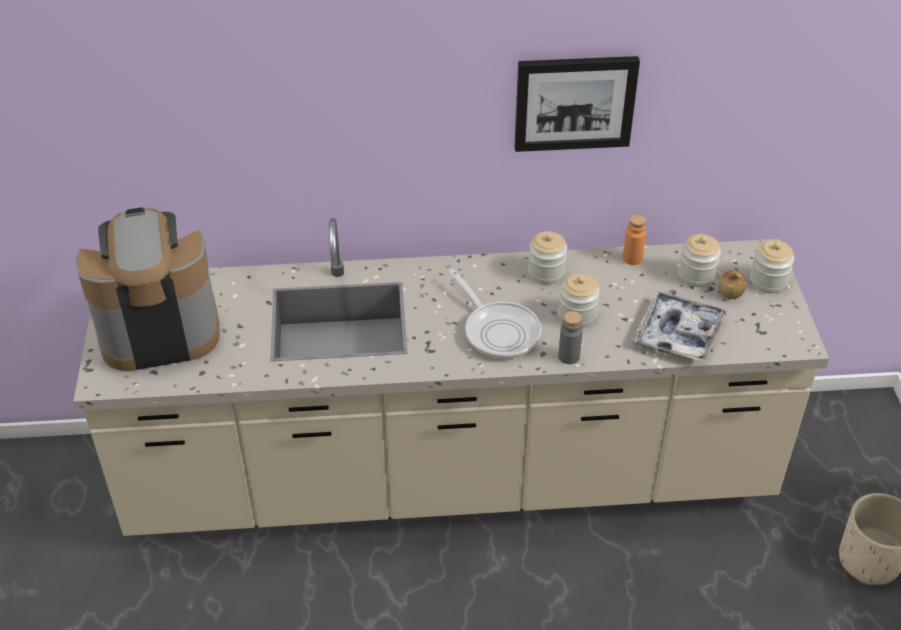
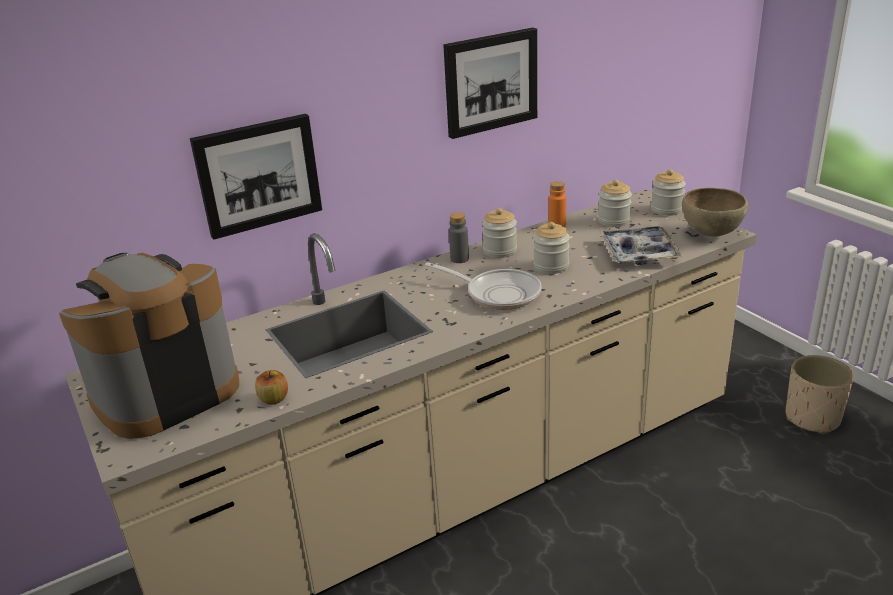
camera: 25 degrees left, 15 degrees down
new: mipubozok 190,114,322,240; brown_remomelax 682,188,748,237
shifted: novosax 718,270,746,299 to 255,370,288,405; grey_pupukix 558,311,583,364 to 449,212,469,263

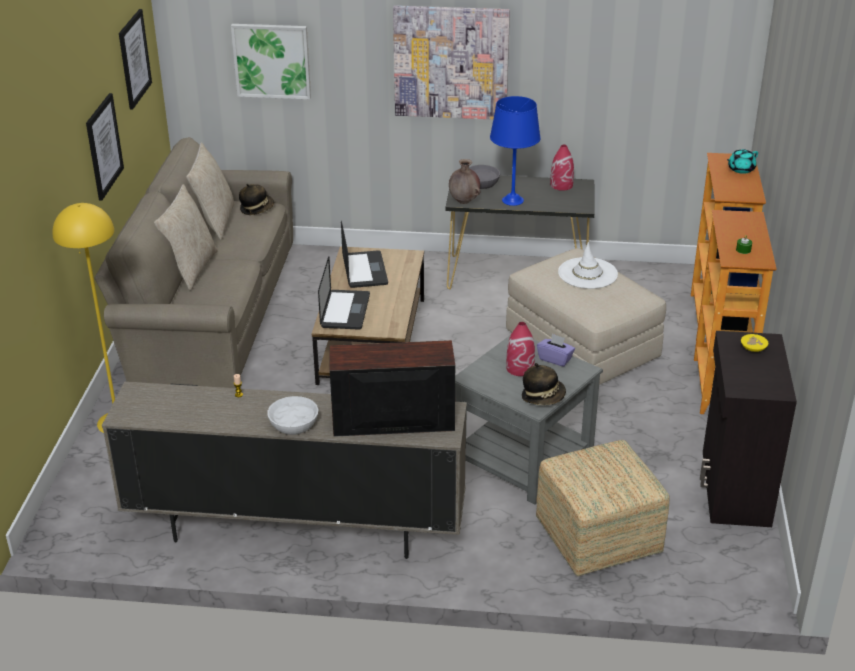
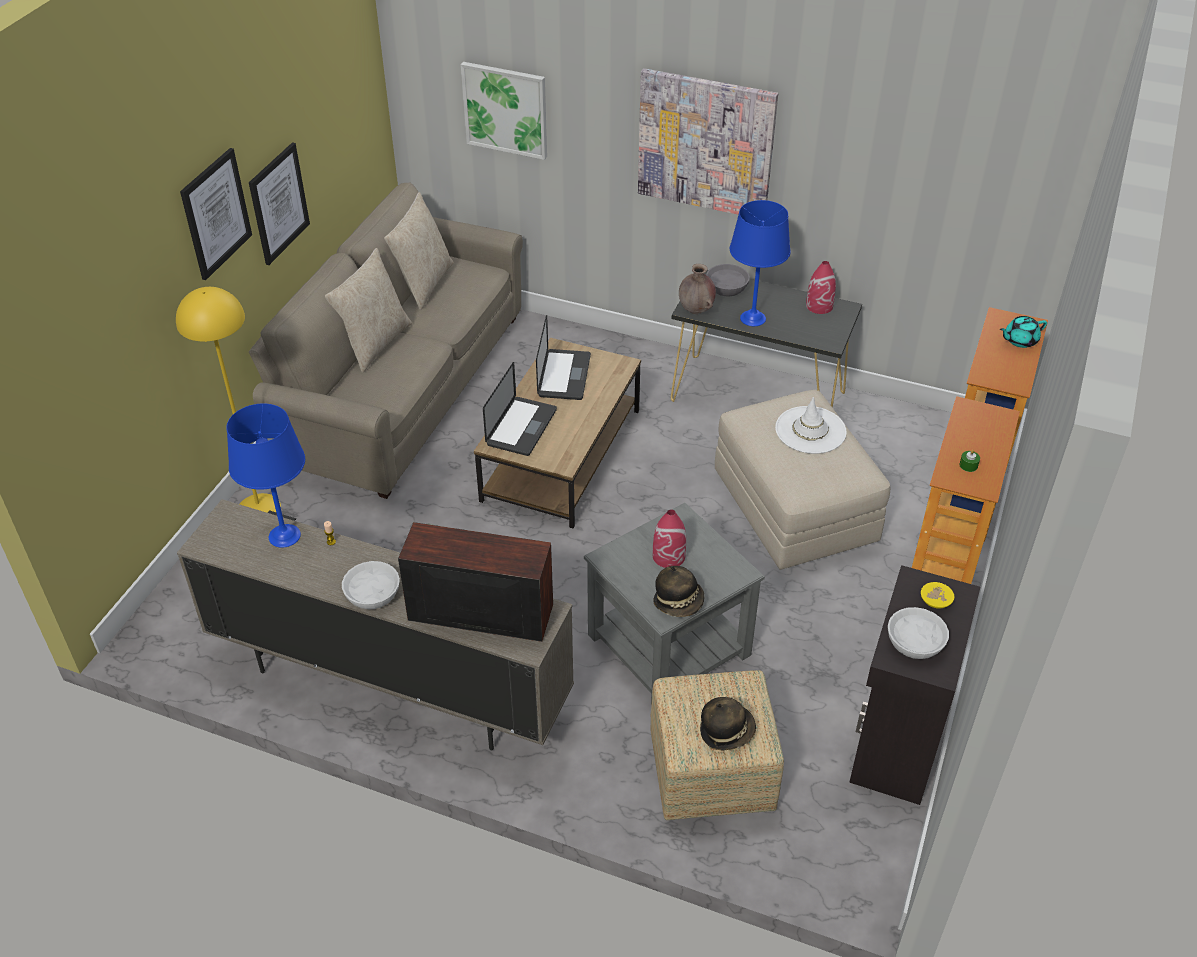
camera: 15 degrees right, 10 degrees up
gone: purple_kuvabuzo 537,334,575,367
new: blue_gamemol 226,403,305,548; white_remomelax 888,607,949,659
shifted: mipubozok 119,9,152,110 to 180,148,252,280; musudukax 239,184,274,215 to 700,697,756,750

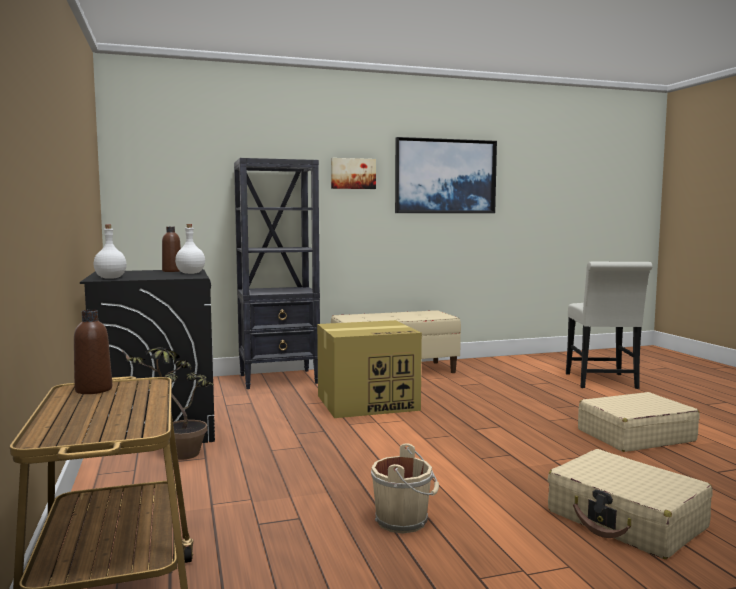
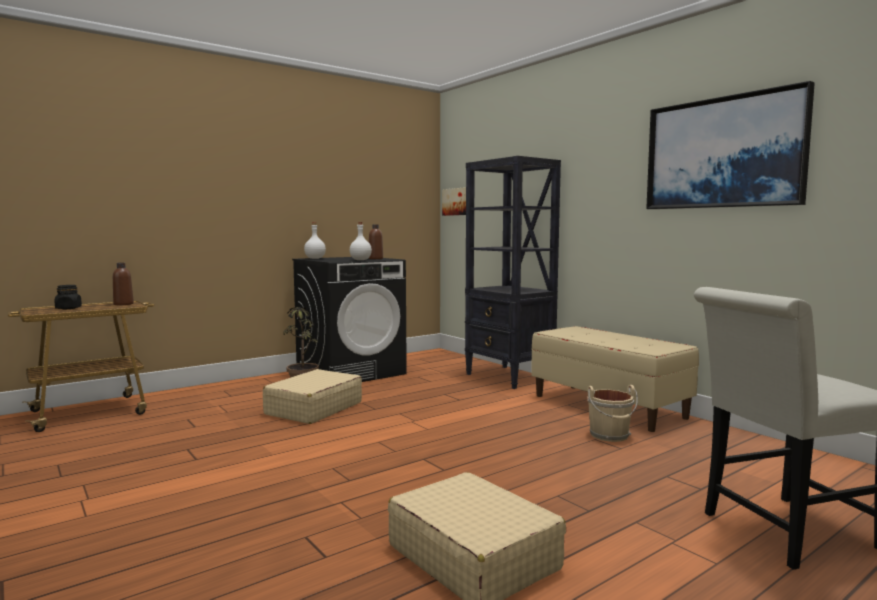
camera: 70 degrees right, 0 degrees up
gone: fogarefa 317,320,422,418
new: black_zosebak 54,285,82,309
shifted: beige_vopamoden 548,449,713,559 to 263,369,362,424; mipubozok 331,158,376,189 to 442,187,466,216; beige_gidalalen 371,443,439,533 to 587,385,638,442

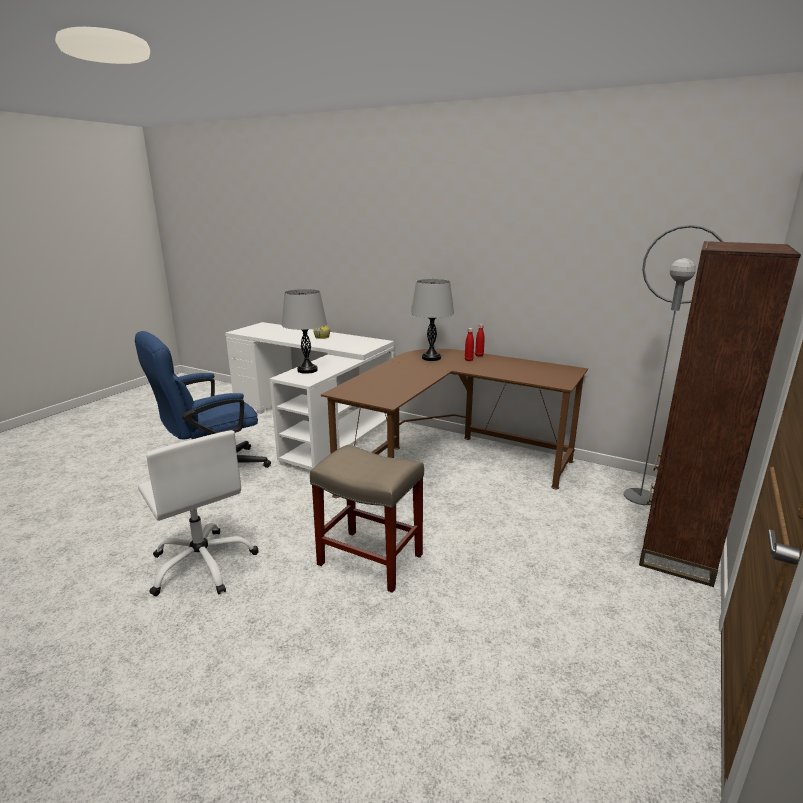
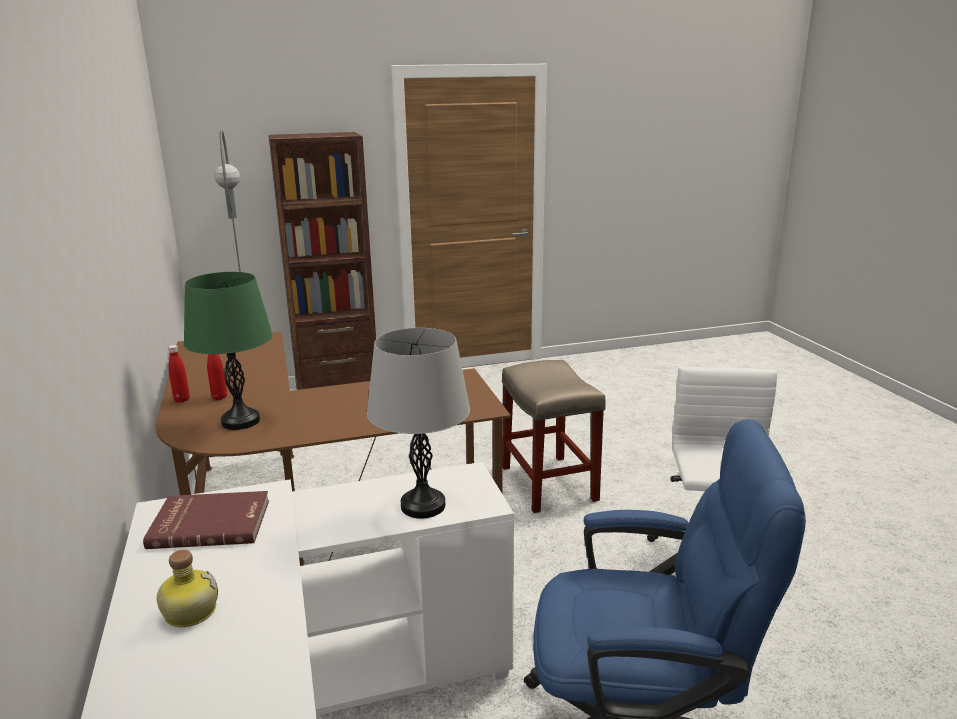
camera: 135 degrees left, 0 degrees up
new: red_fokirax 143,491,269,549
repainted: grey_gamemol 411,279,454,361 to green_gamemol 184,272,273,430

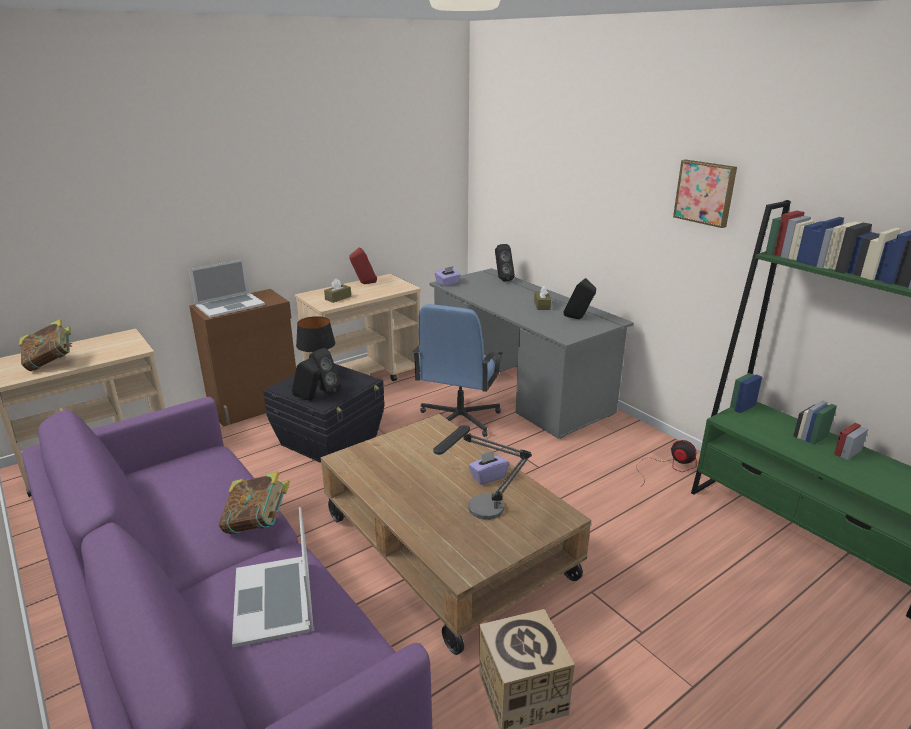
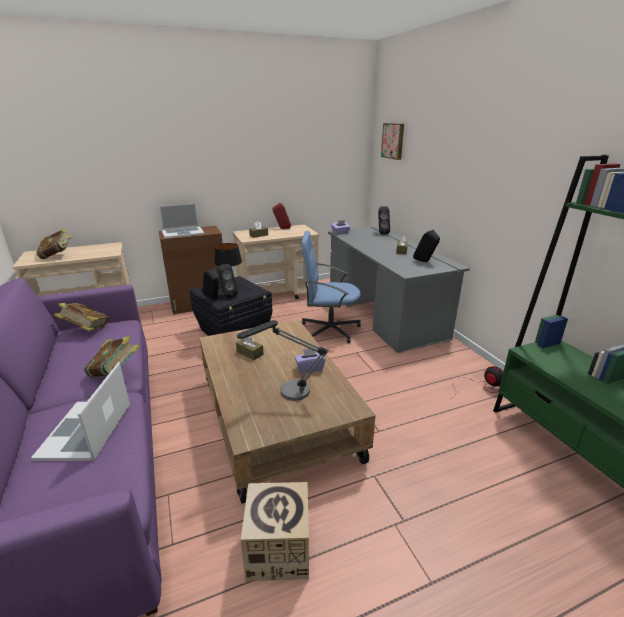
camera: 15 degrees right, 0 degrees up
new: fokirax 54,303,109,331; brown_kuvabuzo 236,337,264,360
shifted: mipubozok 673,160,737,228 to 381,123,404,160
rotated: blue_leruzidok 413,304,503,437 = 302,231,361,343 60 degrees clockwise

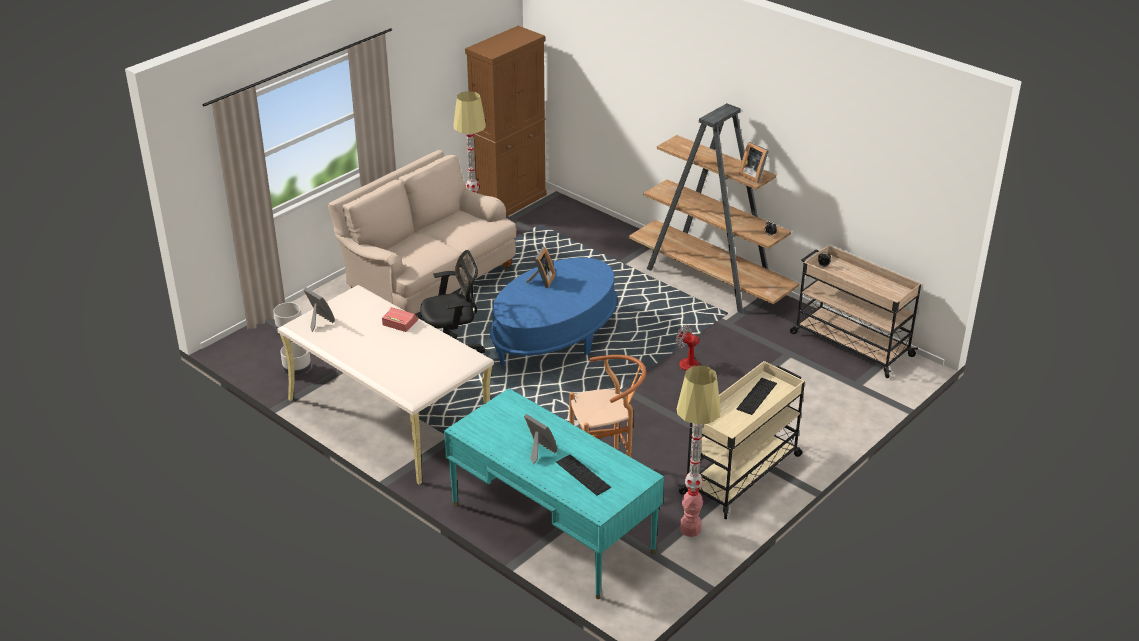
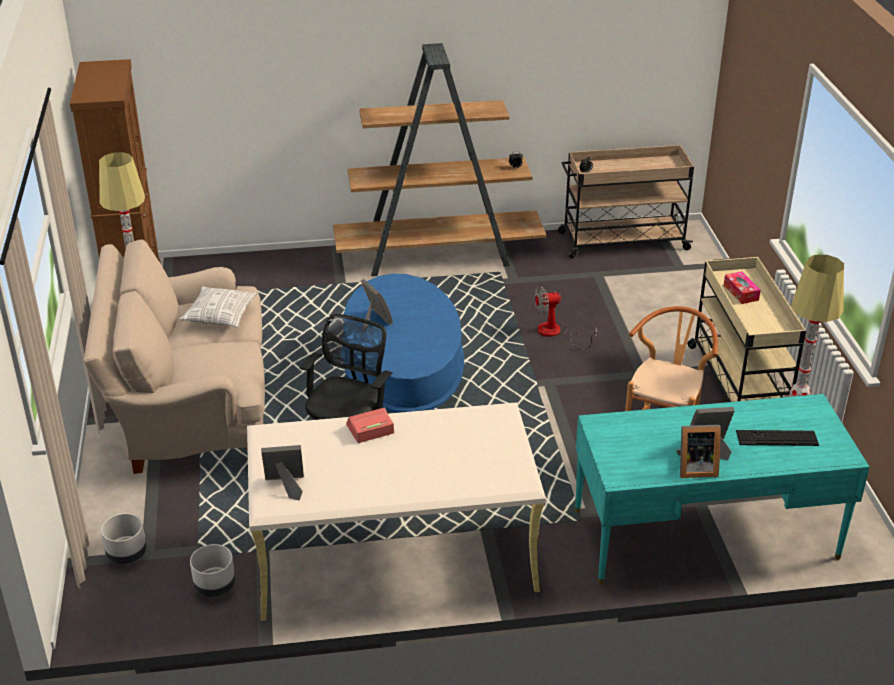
camera: 50 degrees left, 0 degrees up
new: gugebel 179,287,258,327
shifted: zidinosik 739,142,769,183 to 676,425,721,478
swapped: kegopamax 736,378,777,415 to kuvabuzo 724,271,761,304

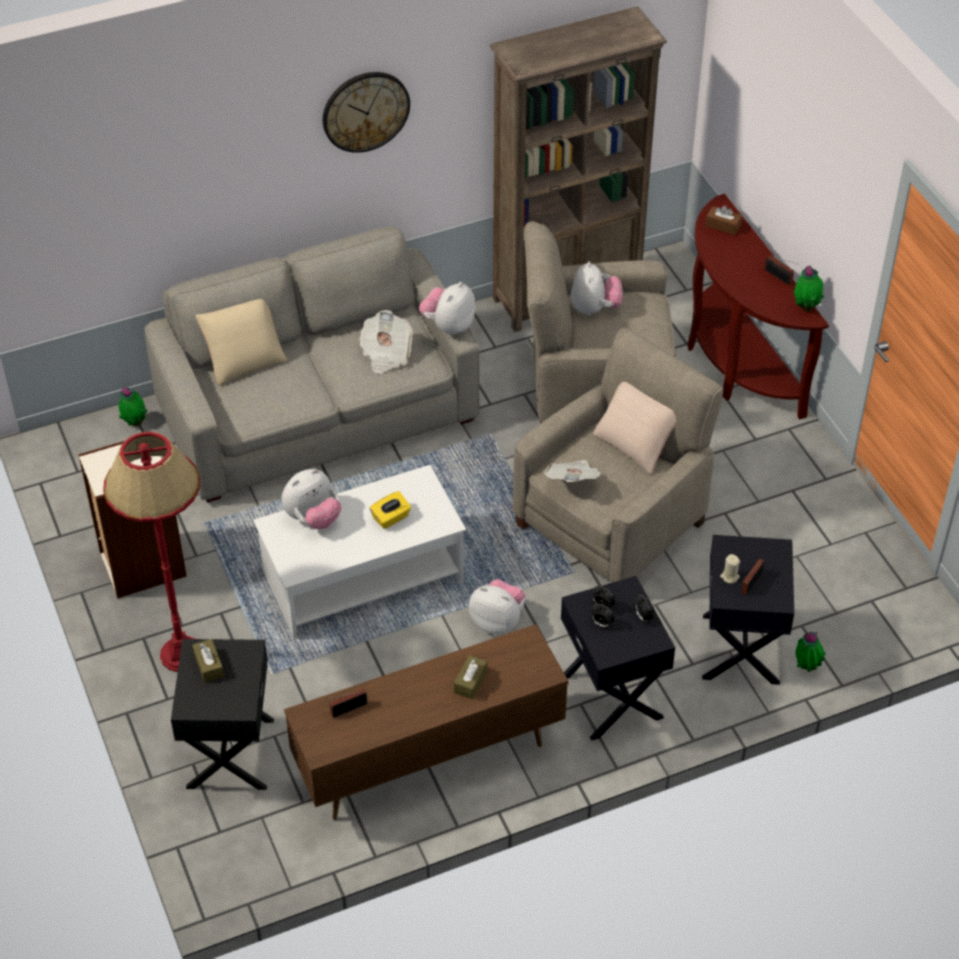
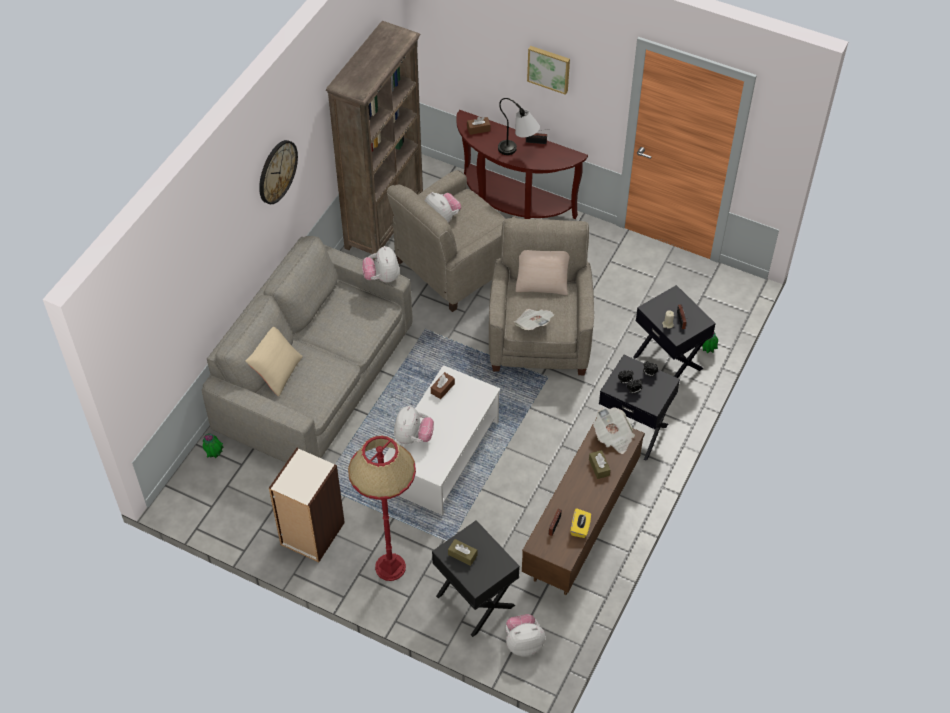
camera: 40 degrees left, 5 degrees up
gone: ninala 794,266,824,312
new: brown_kuvabuzo 431,372,455,399; gamemol 498,98,540,155; mipubozok 527,46,570,95
shifted: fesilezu 469,579,525,634 to 506,614,545,657; yellow_kuvabuzo 370,491,411,529 to 571,508,591,538; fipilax 359,310,413,374 to 593,407,635,454

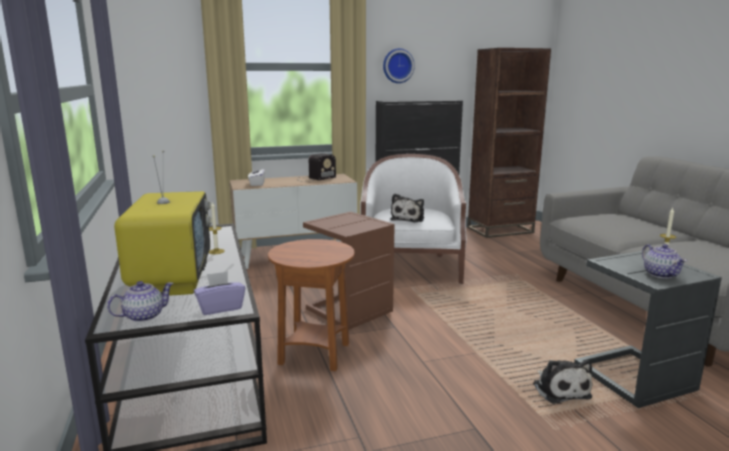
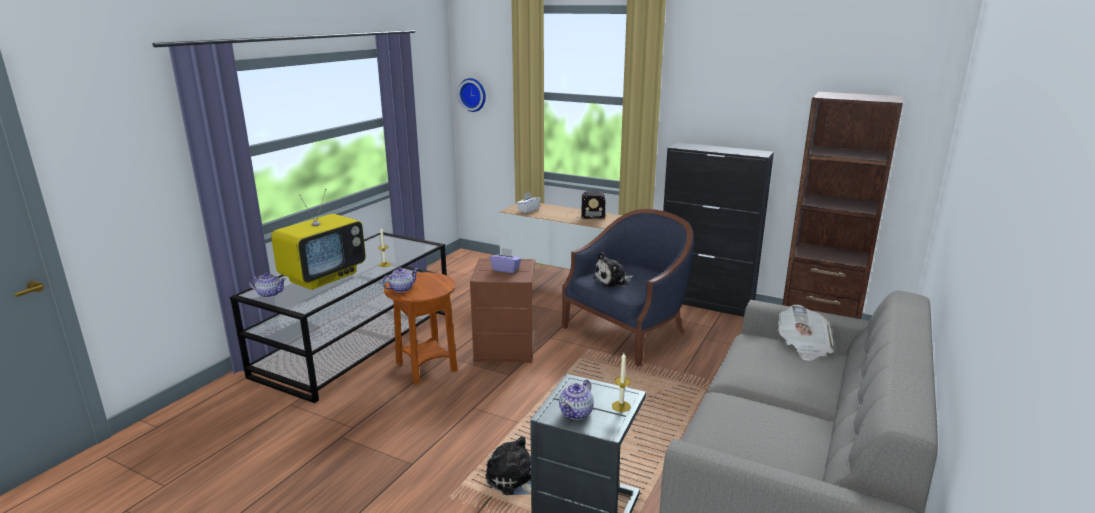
camera: 45 degrees right, 5 degrees up
new: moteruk 382,267,418,292; fipilax 778,305,833,361
shifted: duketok 383,48,415,83 to 458,78,486,112; purple_kuvabuzo 194,271,245,315 to 490,248,521,273
repainted: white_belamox 360,154,467,284 to blue_belamox 562,209,694,367
rotated: fesilezu 533,360,592,404 = 485,436,531,495 105 degrees clockwise

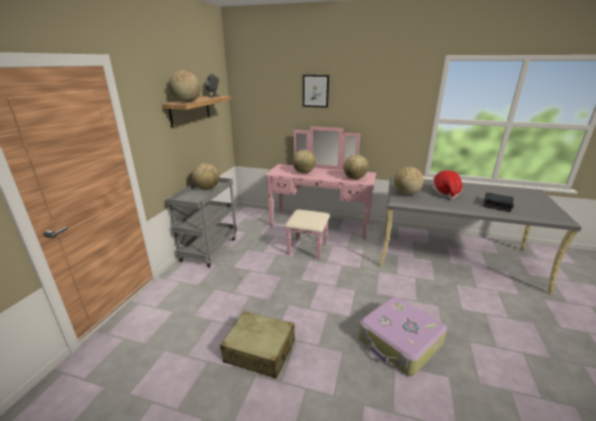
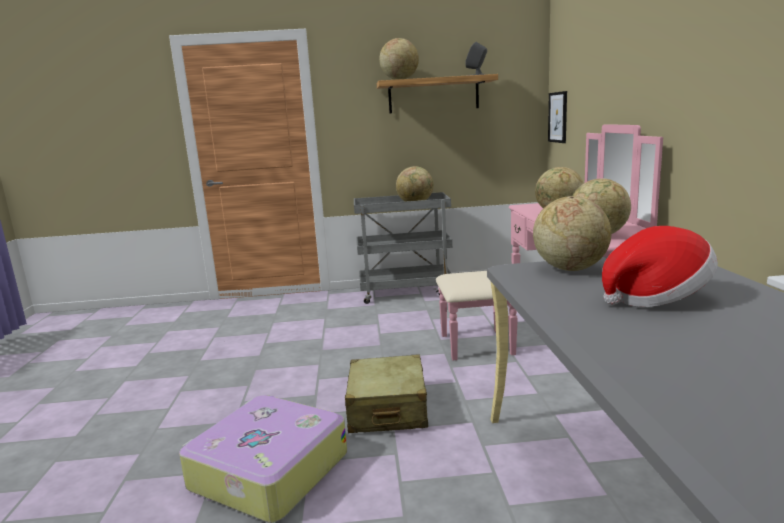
camera: 70 degrees right, 10 degrees down
gone: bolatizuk 483,192,514,212
shifted: beige_vopamoden 220,311,295,379 to 345,354,428,433; mipubozok 303,75,329,108 to 548,91,567,143

